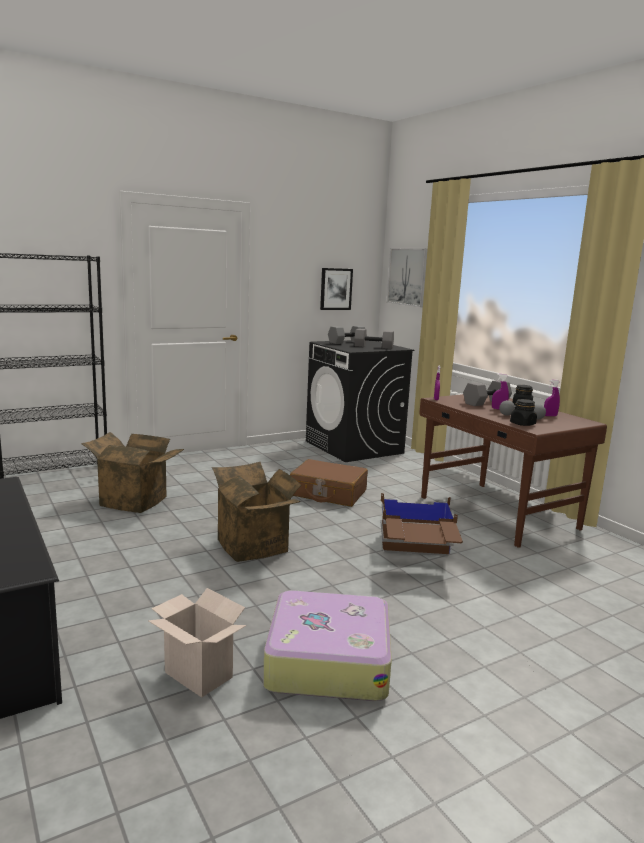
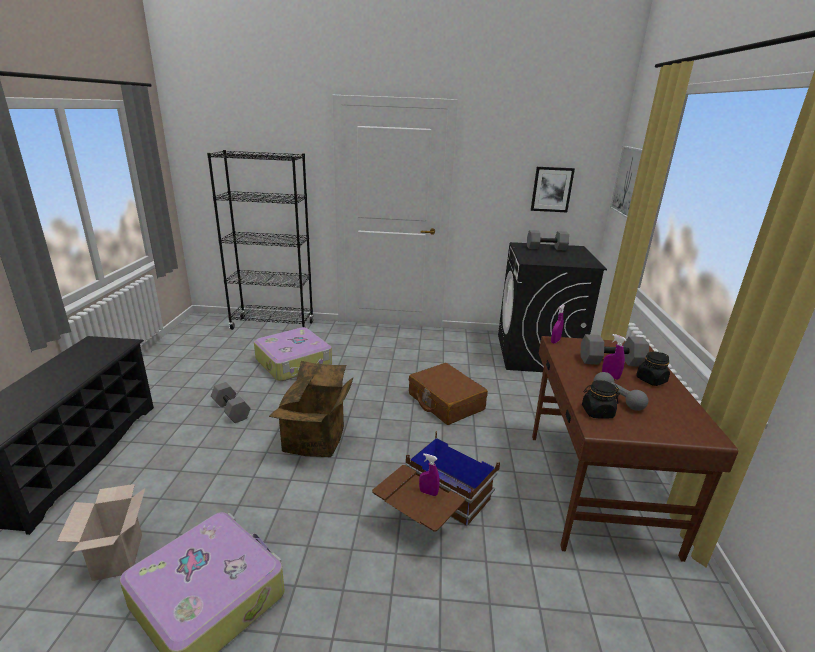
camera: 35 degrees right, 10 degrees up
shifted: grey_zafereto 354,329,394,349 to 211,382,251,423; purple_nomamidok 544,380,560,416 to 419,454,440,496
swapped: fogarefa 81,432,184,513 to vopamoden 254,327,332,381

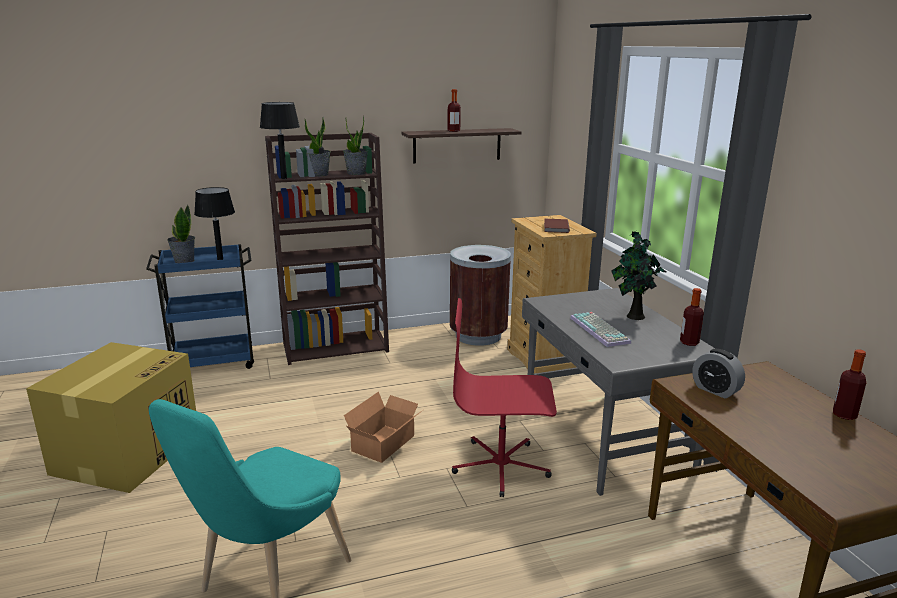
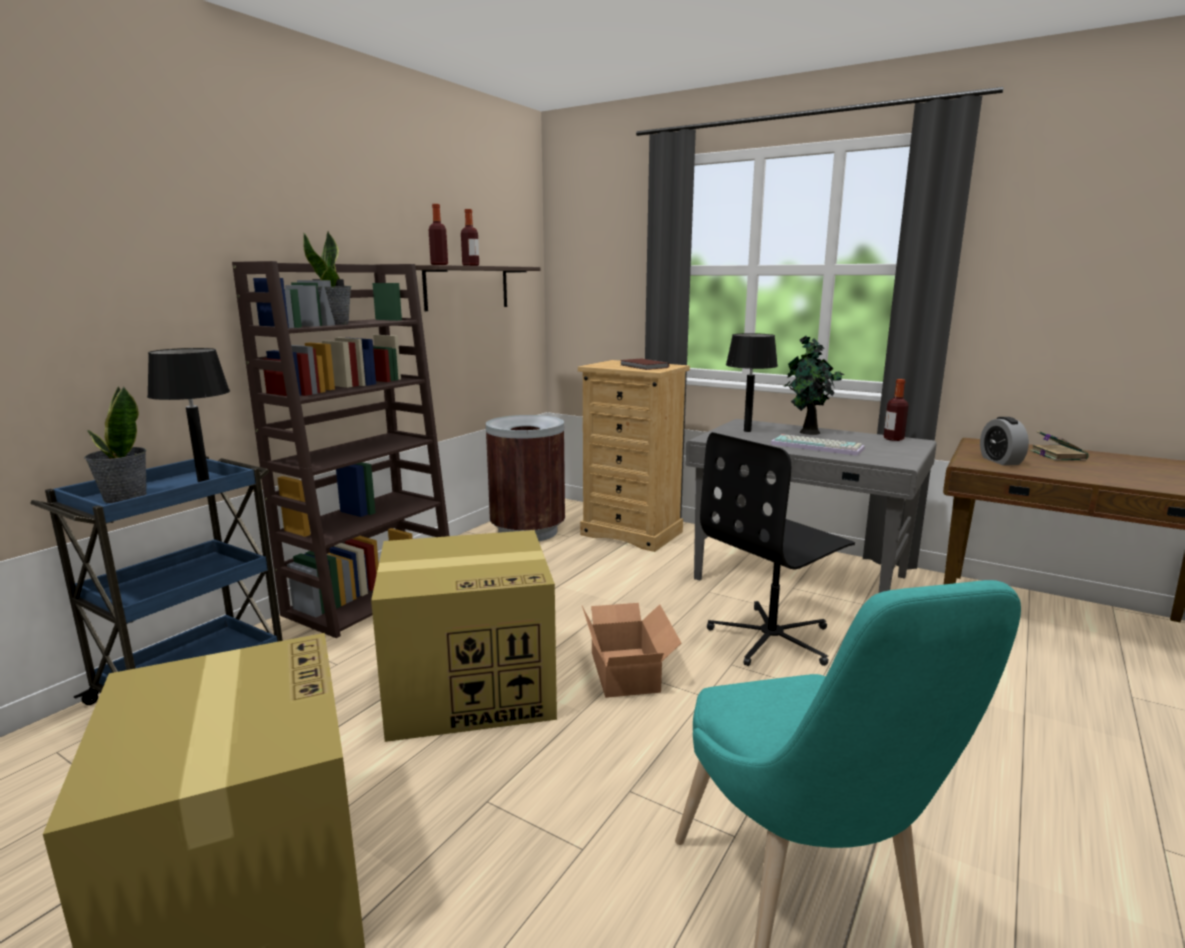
camera: 40 degrees left, 5 degrees down
gone: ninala 343,116,368,175
new: fogarefa 371,530,557,742; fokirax 1030,431,1089,461
shifted: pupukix 833,349,866,420 to 429,204,448,265; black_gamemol 260,102,300,179 to 726,333,778,432
repainted: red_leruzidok 452,298,557,497 to black_leruzidok 700,432,855,666
rotated: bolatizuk 692,349,745,398 = 980,417,1029,465 75 degrees clockwise

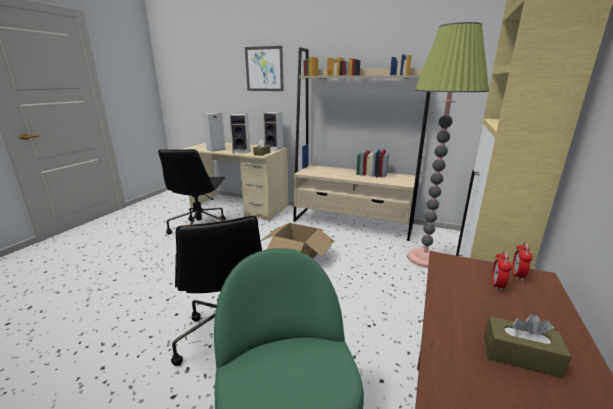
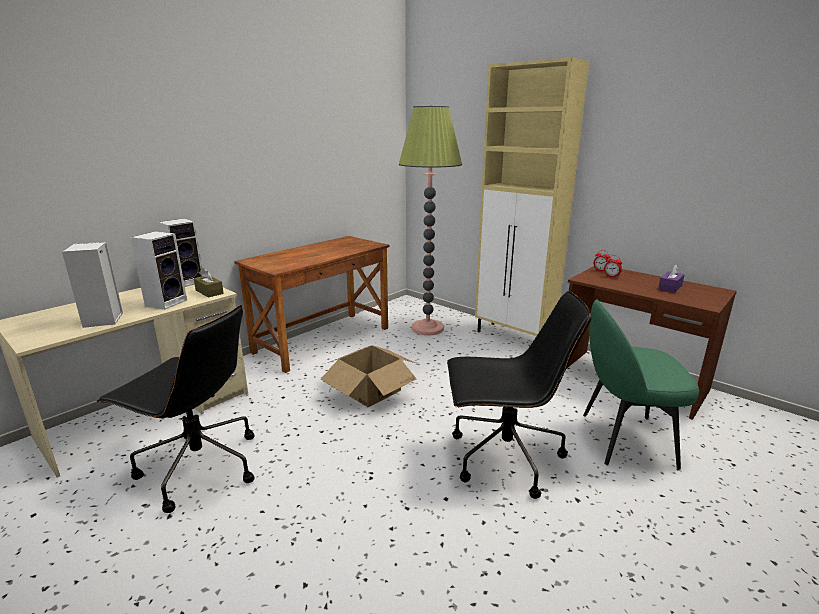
camera: 70 degrees left, 0 degrees up
gone: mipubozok 245,46,284,91
swapped: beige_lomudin 293,47,431,241 to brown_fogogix 235,236,389,373
repainted: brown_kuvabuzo 484,314,572,378 to purple_kuvabuzo 658,264,685,293

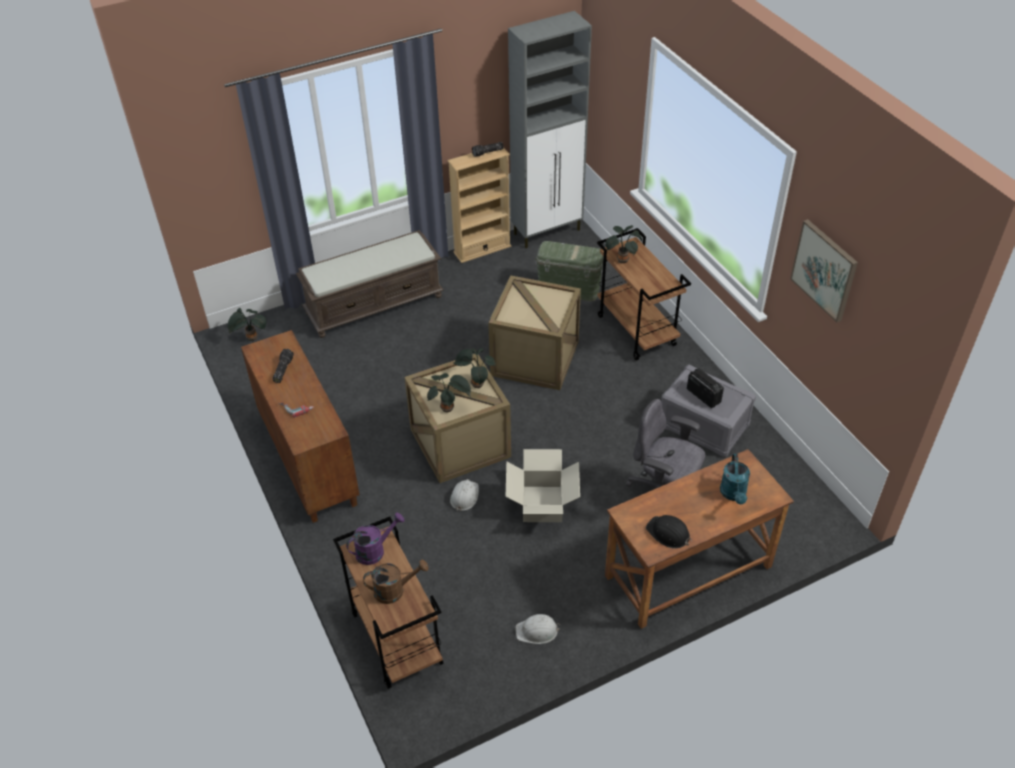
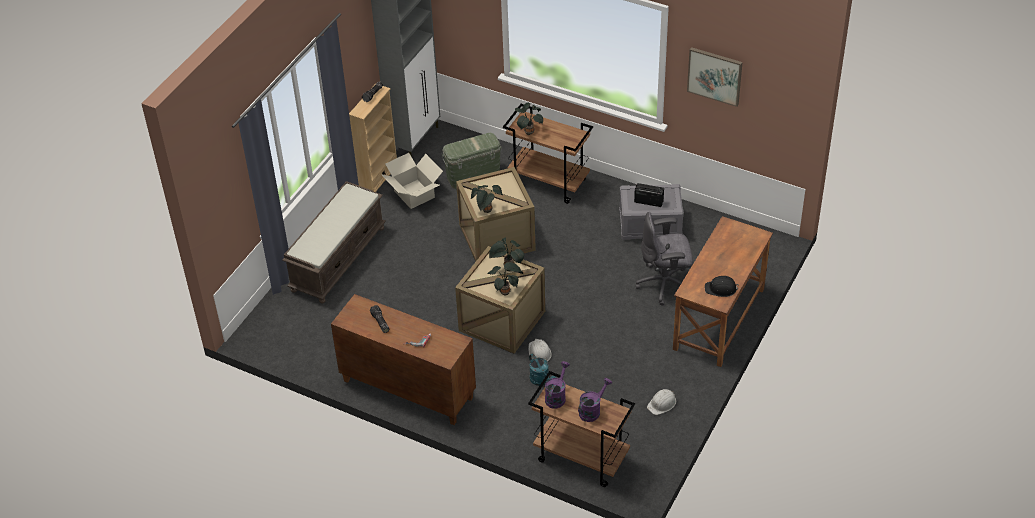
camera: 35 degrees left, 0 degrees up
shifted: fogarefa 506,449,580,522 to 382,153,443,209; ninala 228,308,266,341 to 471,185,503,213; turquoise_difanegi 720,454,750,504 to 529,353,557,386
repainted: brown_difanegi 363,559,429,604 to purple_difanegi 578,378,612,422

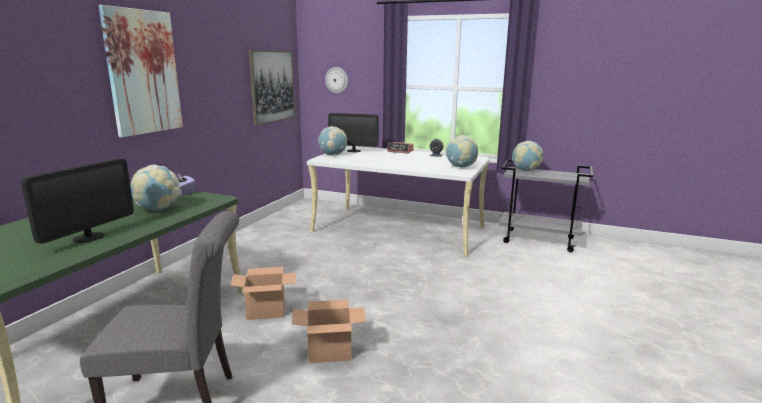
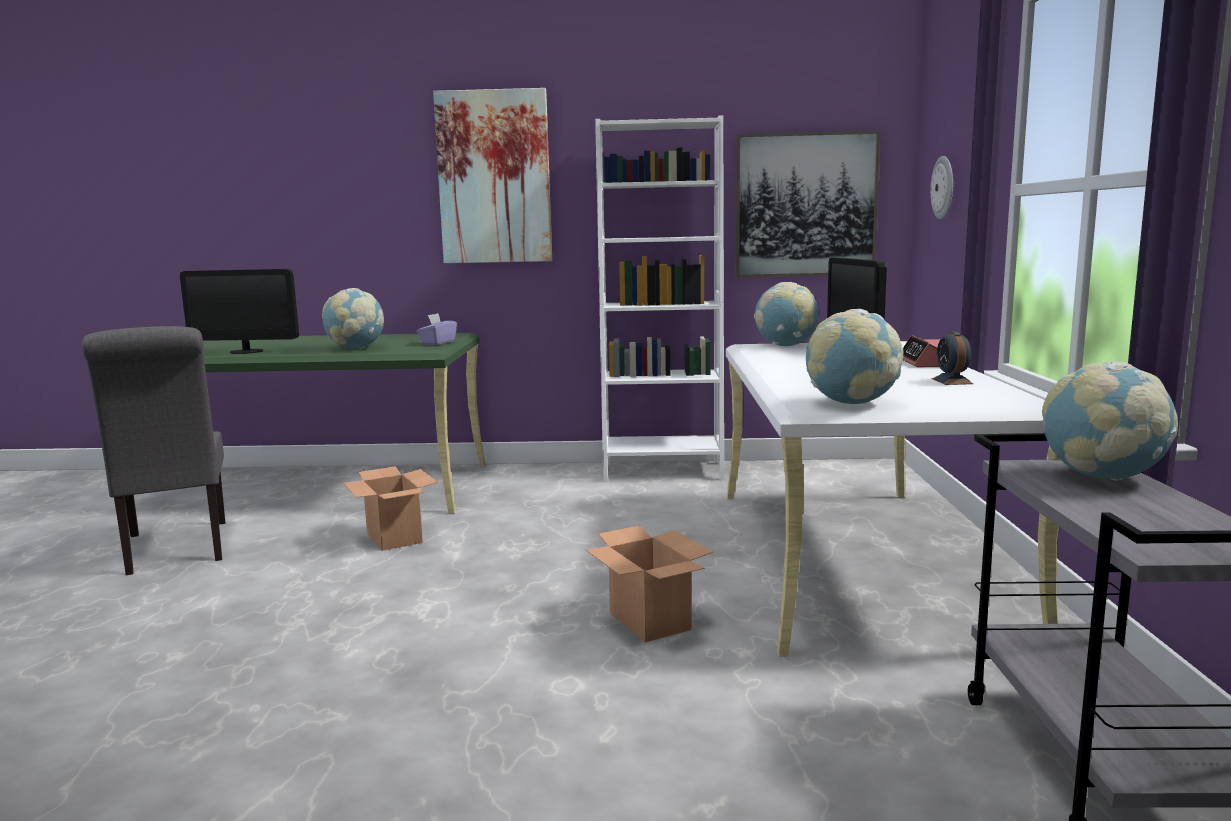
camera: 70 degrees right, 5 degrees down
new: white_lomudin 595,115,724,482
shifted: fogarefa 292,300,366,363 to 586,525,713,642

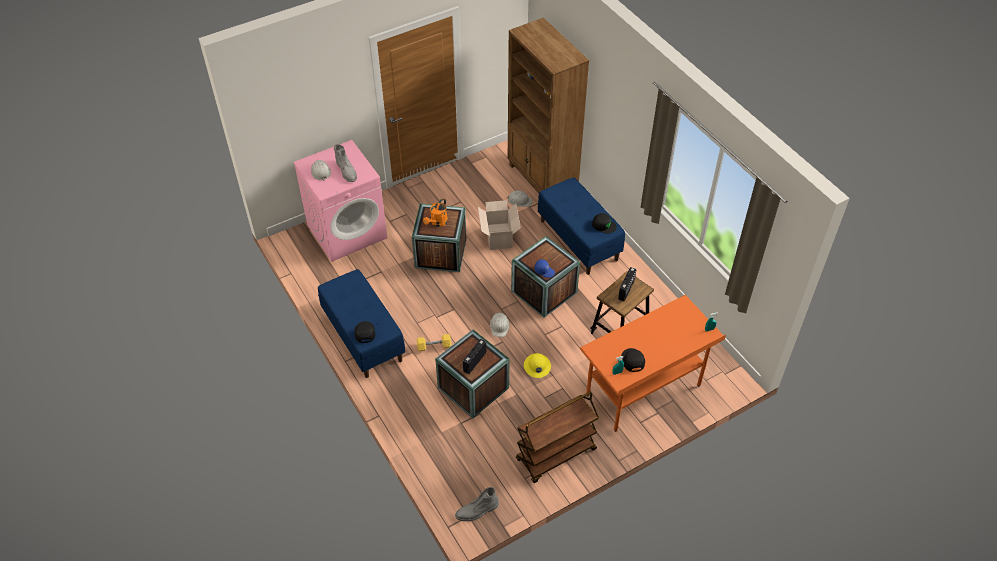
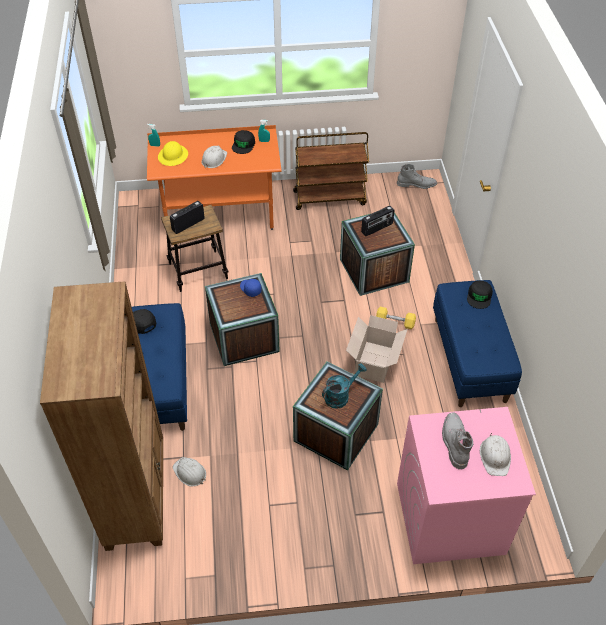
camera: 155 degrees left, 0 degrees up
shifted: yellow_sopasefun 524,353,551,378 to 158,141,188,166; white_sopasefun 490,312,509,337 to 202,146,227,169; fogarefa 478,200,521,250 to 346,315,407,383
repainted: orange_difanegi 423,198,448,227 to turquoise_difanegi 322,363,367,409

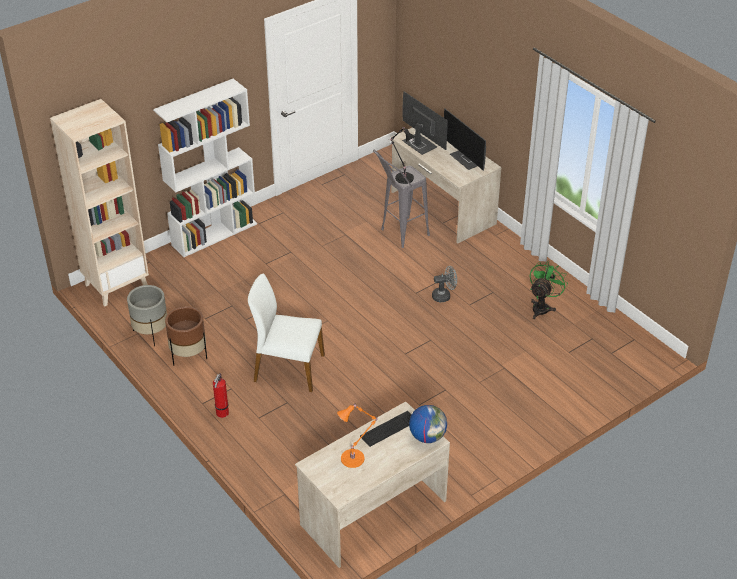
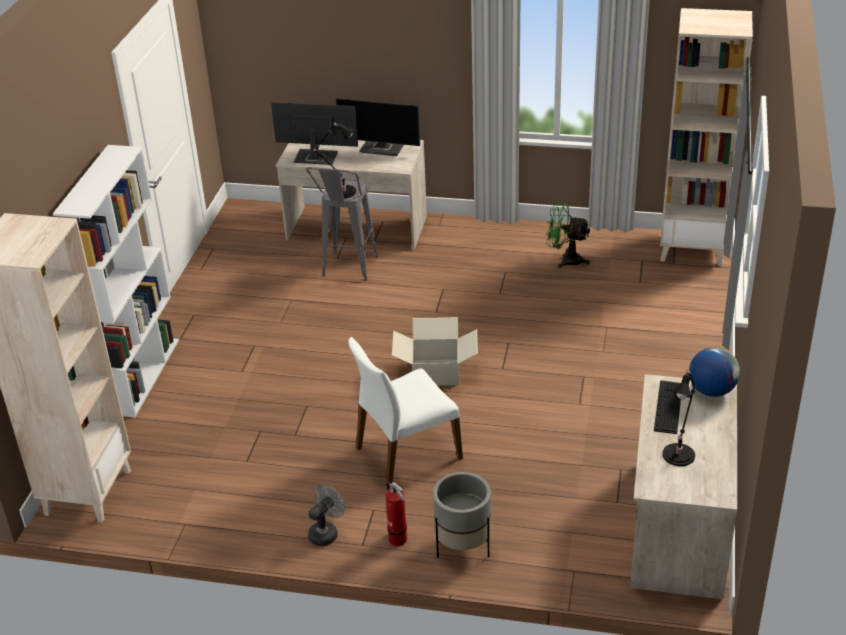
camera: 40 degrees left, 5 degrees down
gone: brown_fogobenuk 165,306,207,365
new: fogarefa 392,317,478,386; beige_lomudin 660,8,753,266
shifted: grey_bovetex 432,266,457,302 to 308,484,345,546; grey_fogobenuk 127,285,167,346 to 433,472,491,558
repainted: orange_gamemol 337,403,378,468 to black_gamemol 663,370,696,466
rotated: green_bovetex 530,261,568,319 = 546,202,590,268 60 degrees counterclockwise

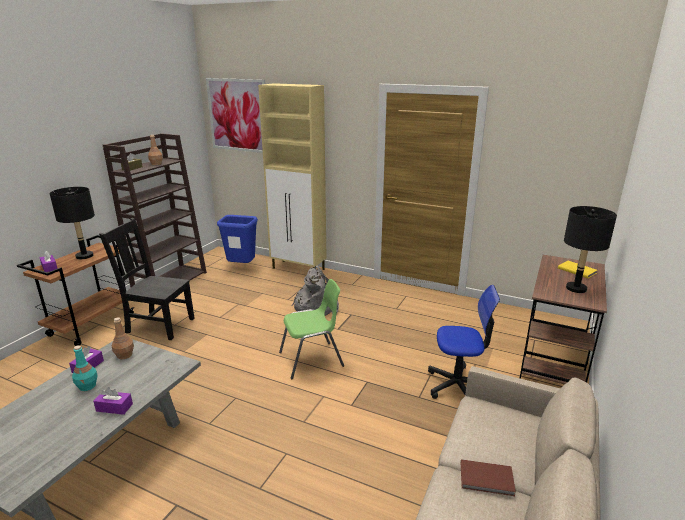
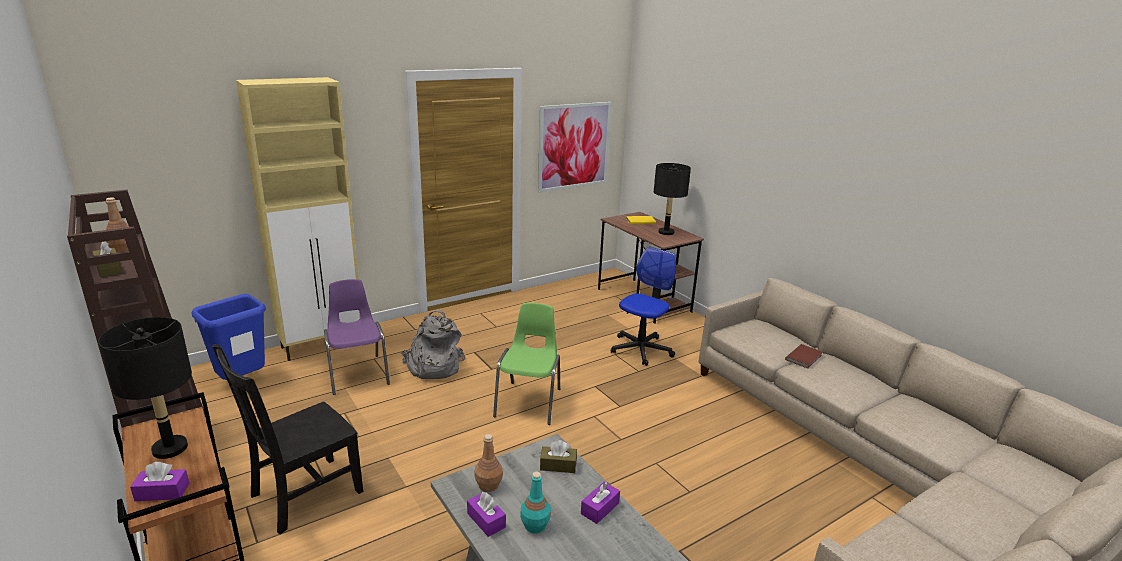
camera: 60 degrees left, 0 degrees up
new: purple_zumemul 324,279,390,395; brown_kuvabuzo 540,440,577,473
shifted: mipubozok 206,78,265,153 to 538,102,612,192

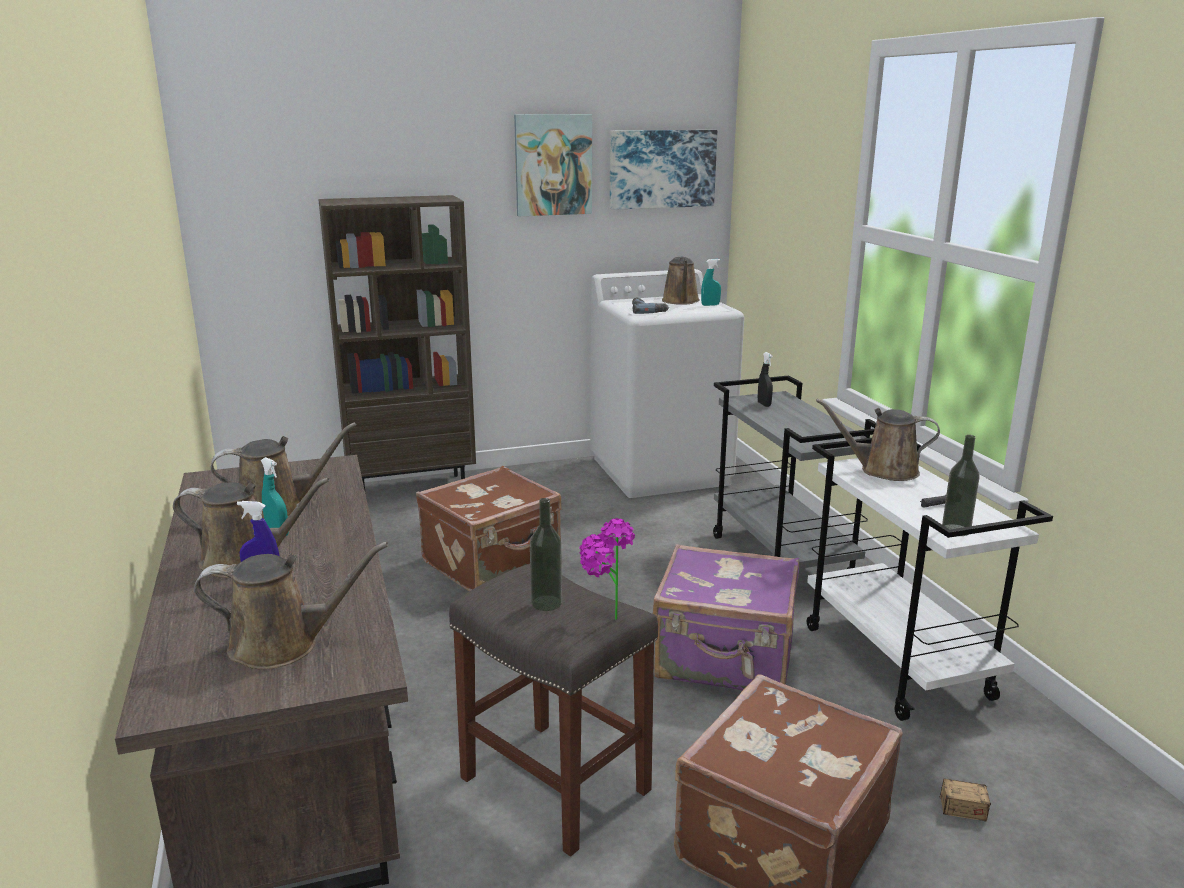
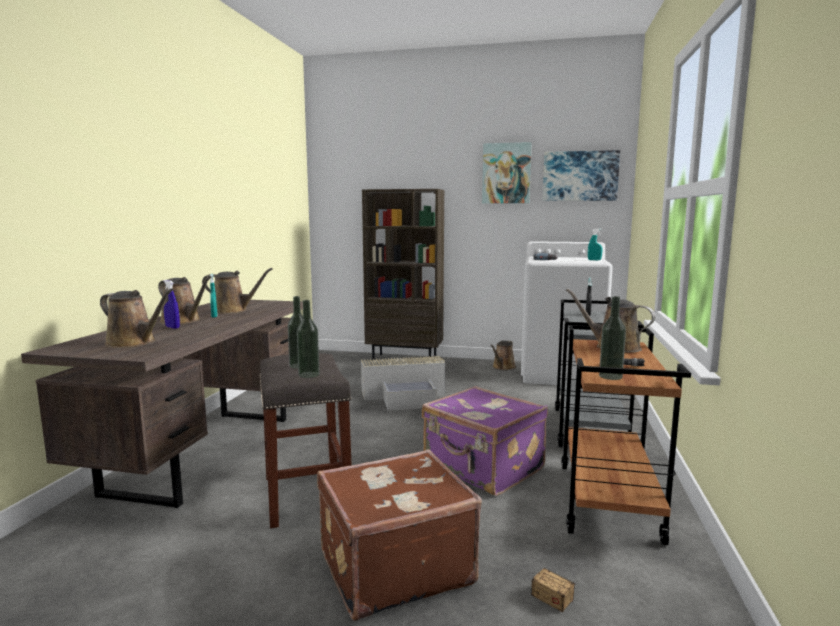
camera: 30 degrees right, 10 degrees down
shifted: brown_difanegi 662,257,700,305 to 490,341,516,370
swapped: ninala 579,518,635,620 to pupukix 297,300,320,378; brown_vopamoden 416,466,561,591 to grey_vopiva 361,355,445,411
repainted: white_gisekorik 807,438,1053,721 to brown_gisekorik 561,325,691,545

